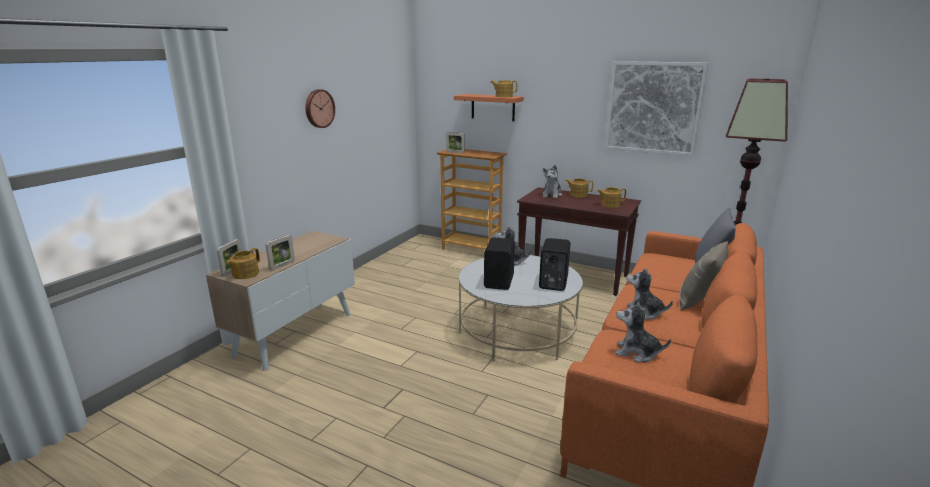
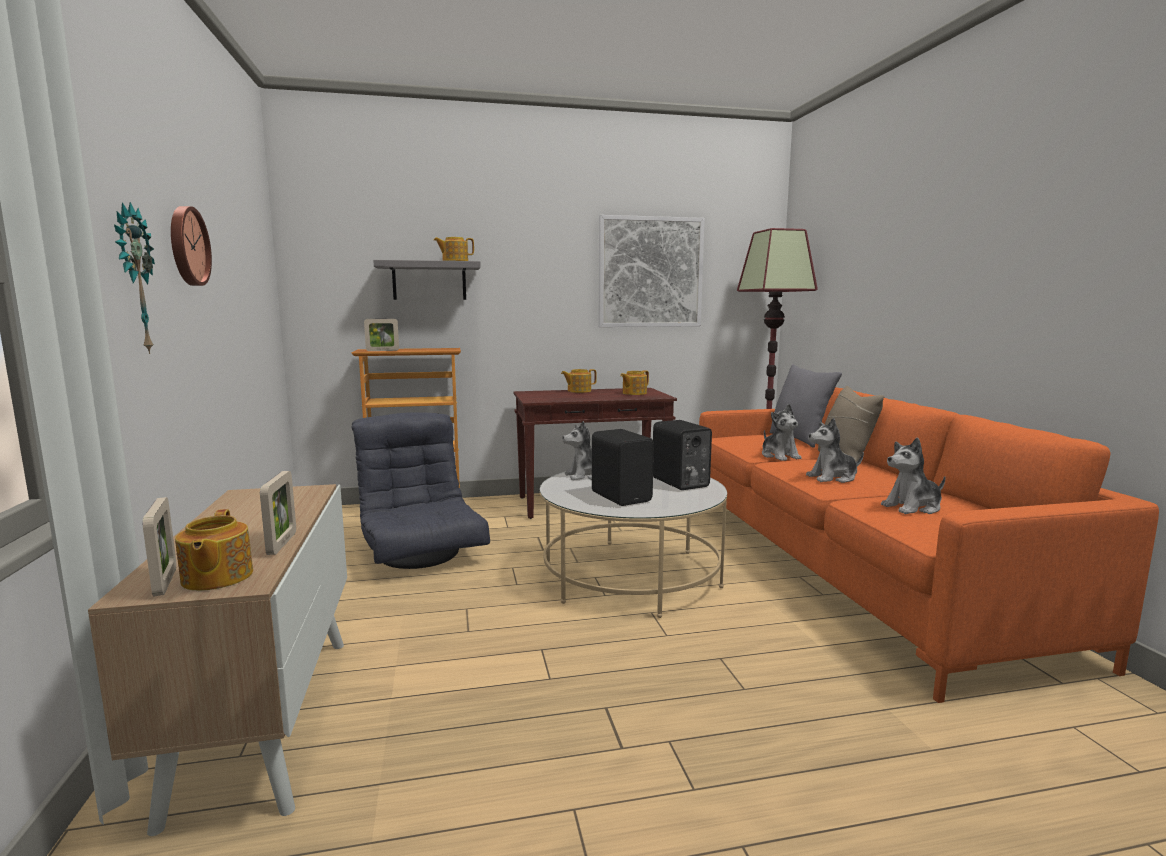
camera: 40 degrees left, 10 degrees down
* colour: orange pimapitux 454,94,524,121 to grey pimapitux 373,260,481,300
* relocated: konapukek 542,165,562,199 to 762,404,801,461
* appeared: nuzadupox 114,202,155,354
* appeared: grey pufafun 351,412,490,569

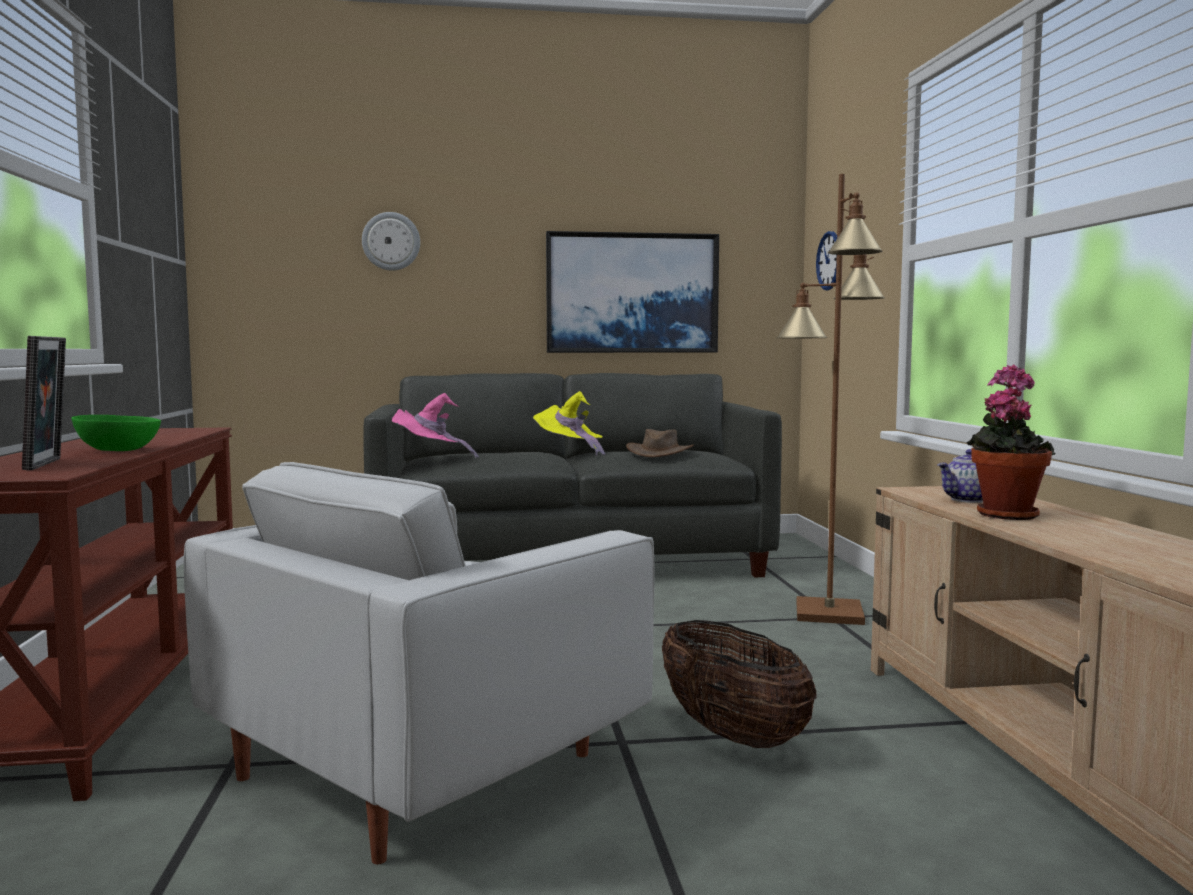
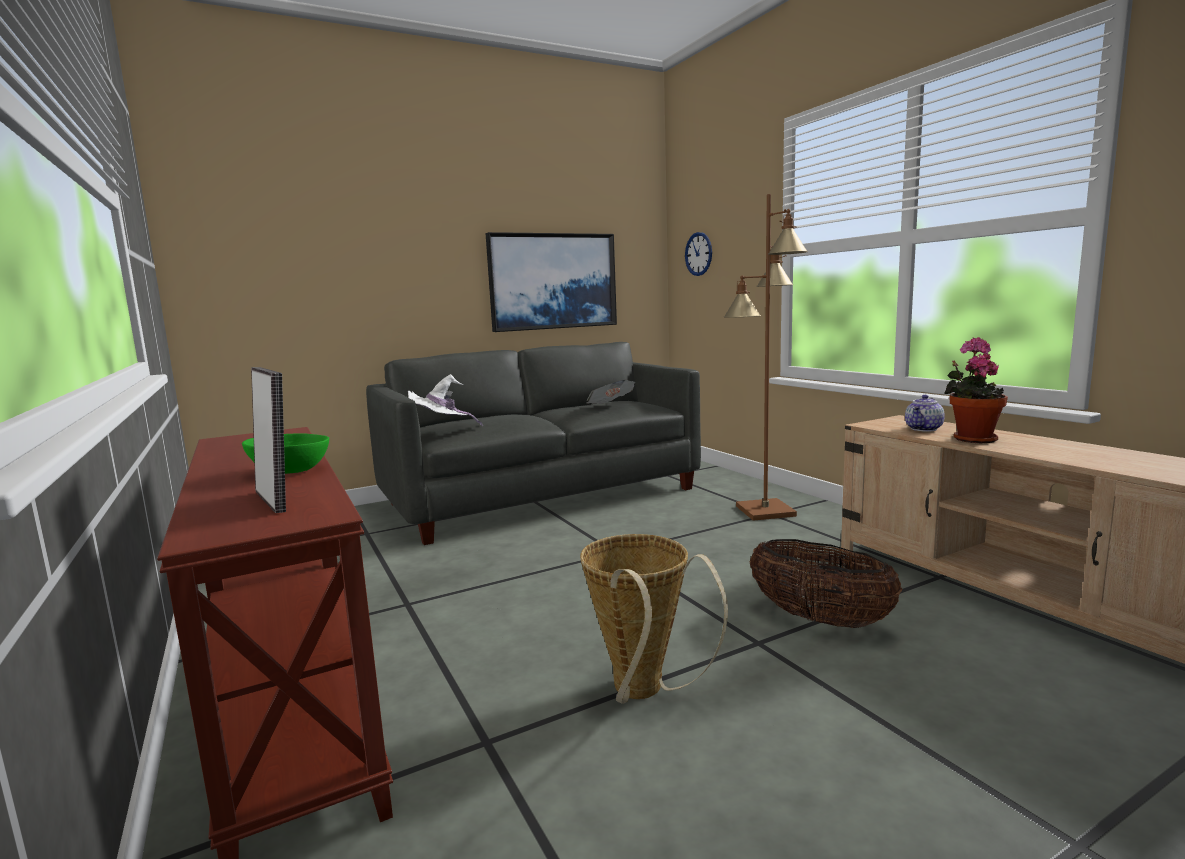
camera: 20 degrees left, 5 degrees up
* exchanged: white pufafun 183,462,655,864 to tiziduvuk 580,534,728,704
* missing: nuzadupox 362,212,420,271
* colour: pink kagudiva 392,393,479,458 to white kagudiva 408,374,483,426
* missing: yellow kagudiva 533,391,605,455
* exchanged: brown kagudiva 626,429,694,457 to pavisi 586,379,635,404

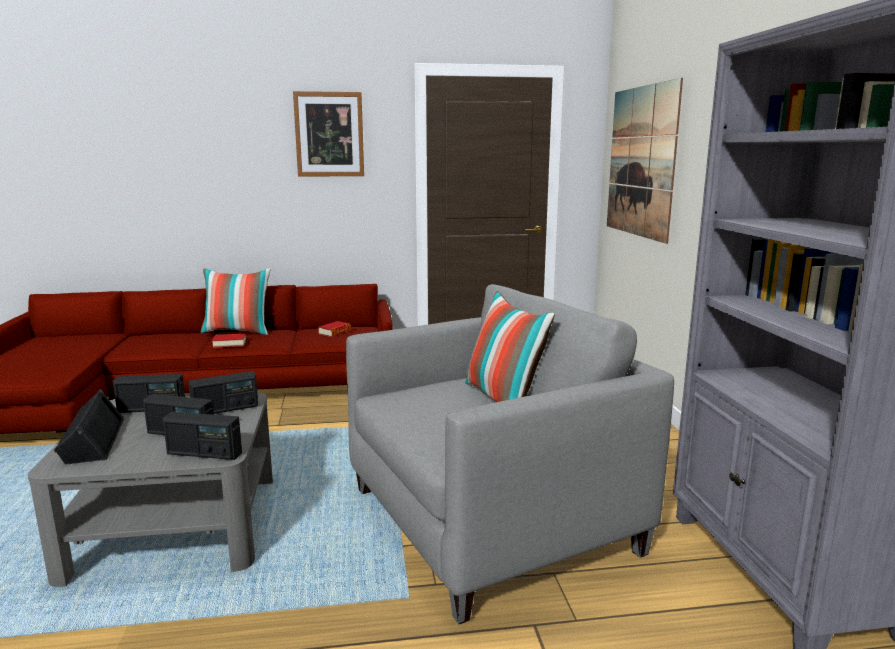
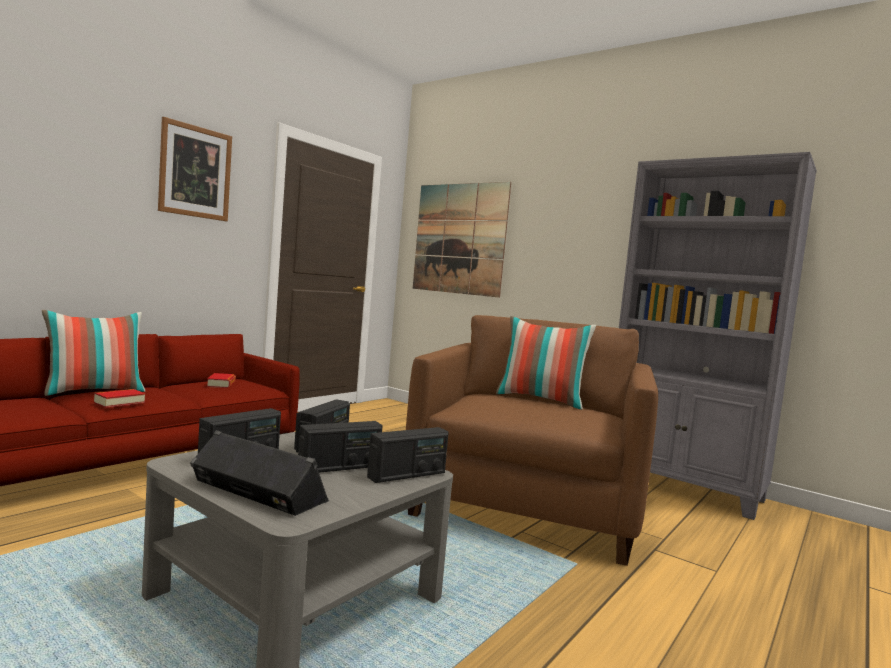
camera: 45 degrees left, 10 degrees down
* colour: grey pufafun 346,284,674,624 to brown pufafun 406,315,658,566

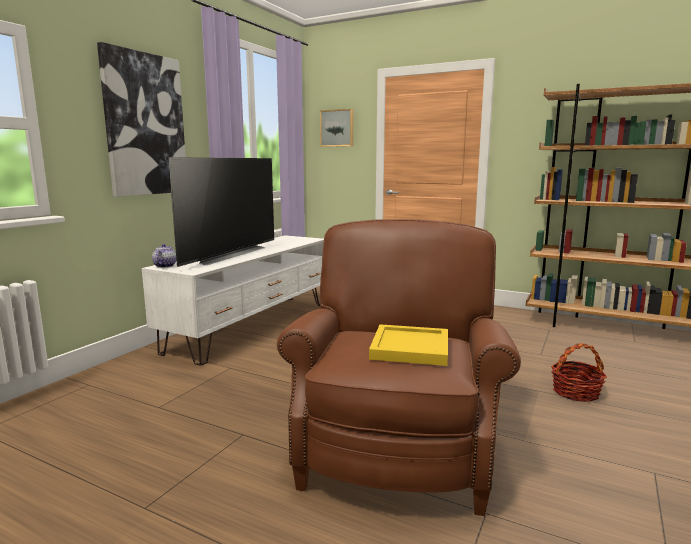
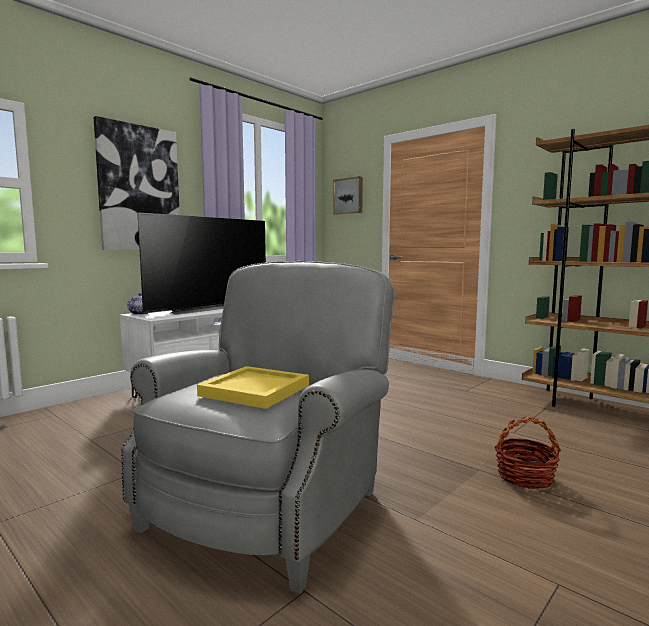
camera: 15 degrees right, 5 degrees down
* colour: brown pufafun 277,219,521,516 to grey pufafun 121,261,395,594

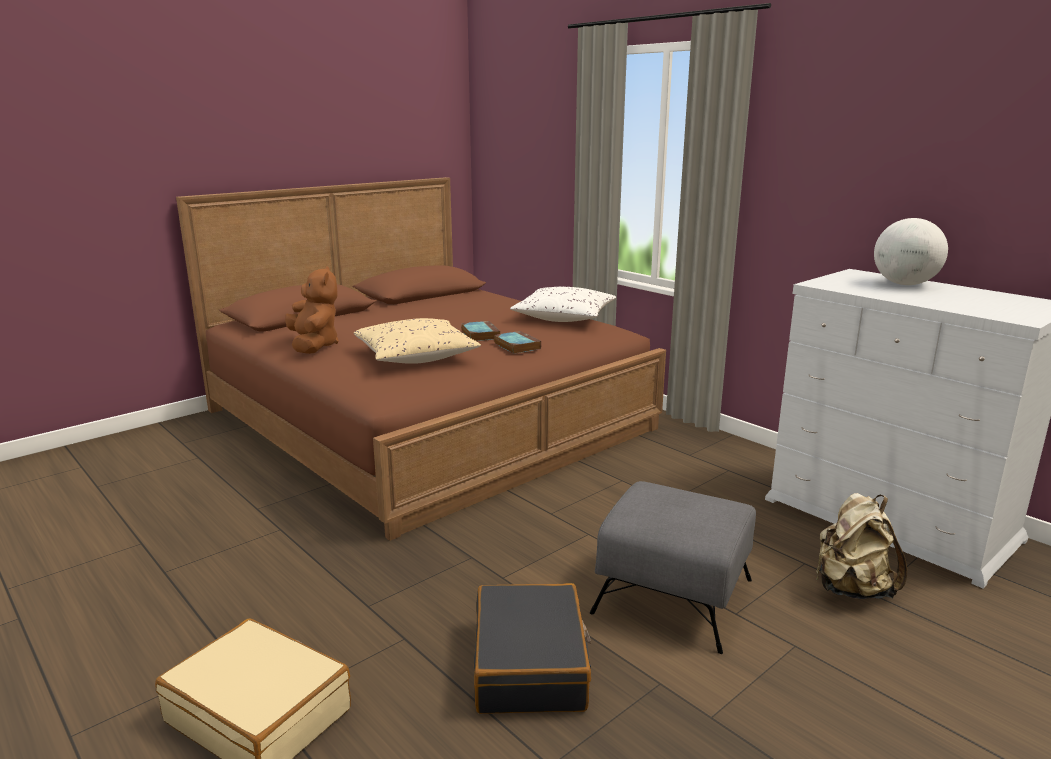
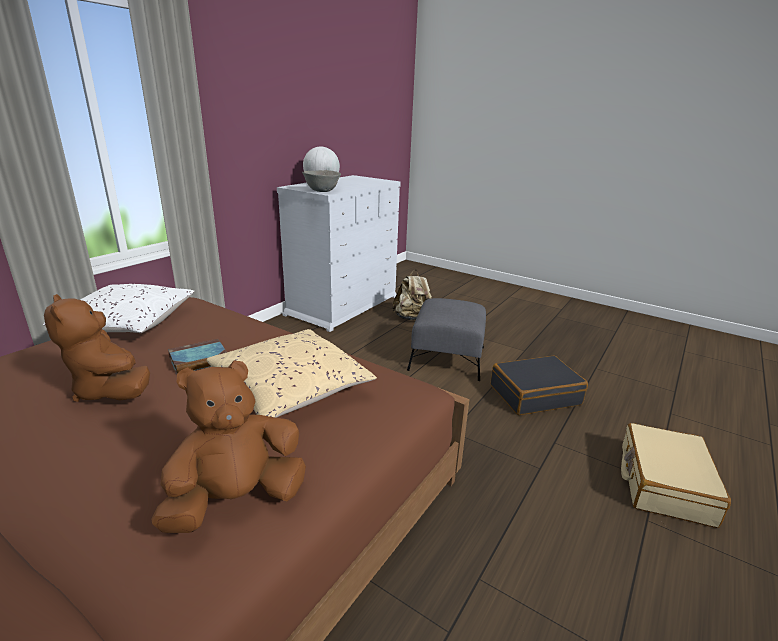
camera: 105 degrees left, 5 degrees up
* missing: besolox 494,331,541,354
* appeared: brown konapukek 44,294,150,402
* appeared: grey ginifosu 302,170,341,192

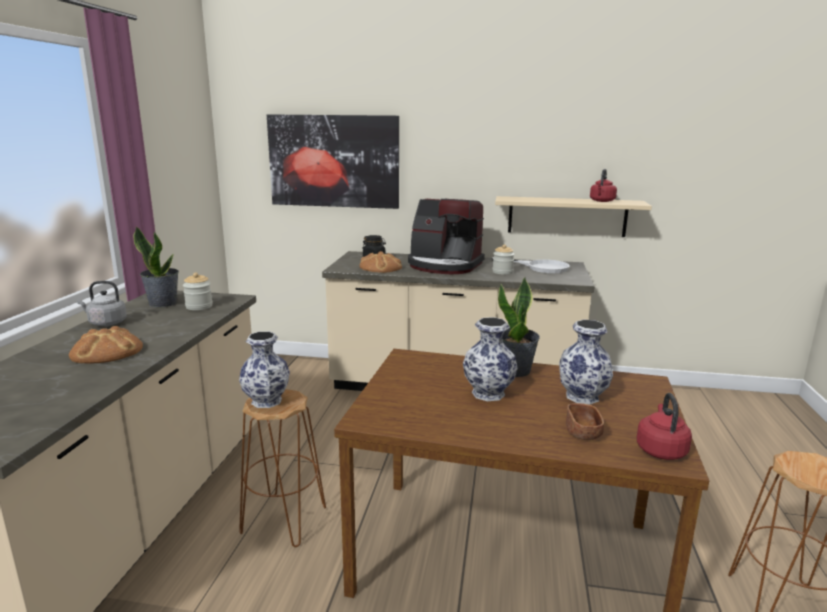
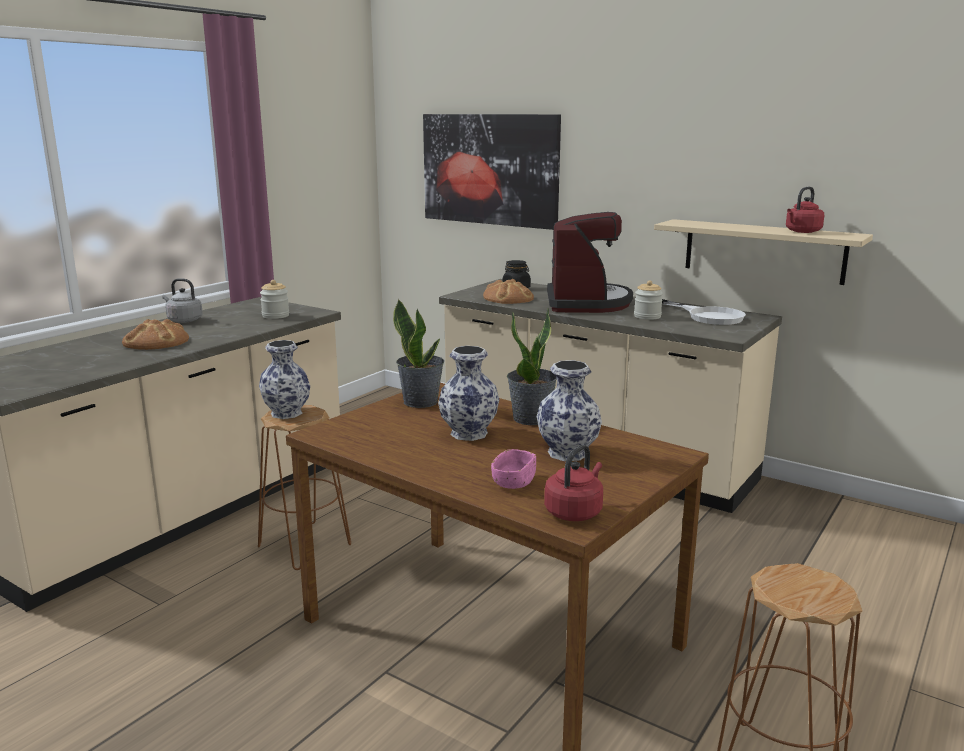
camera: 25 degrees right, 0 degrees up
* relocated: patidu 133,226,179,308 to 393,299,444,408
* spun: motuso 408,199,485,274 = 547,212,633,313 135 degrees counterclockwise
* colour: brown ginifosu 566,403,604,440 to pink ginifosu 491,449,536,489

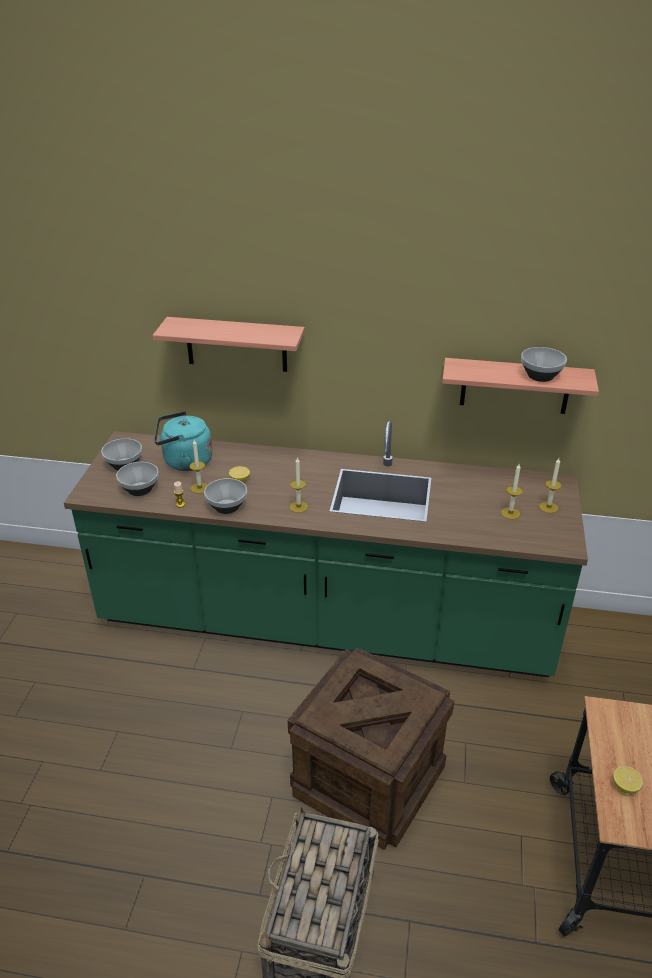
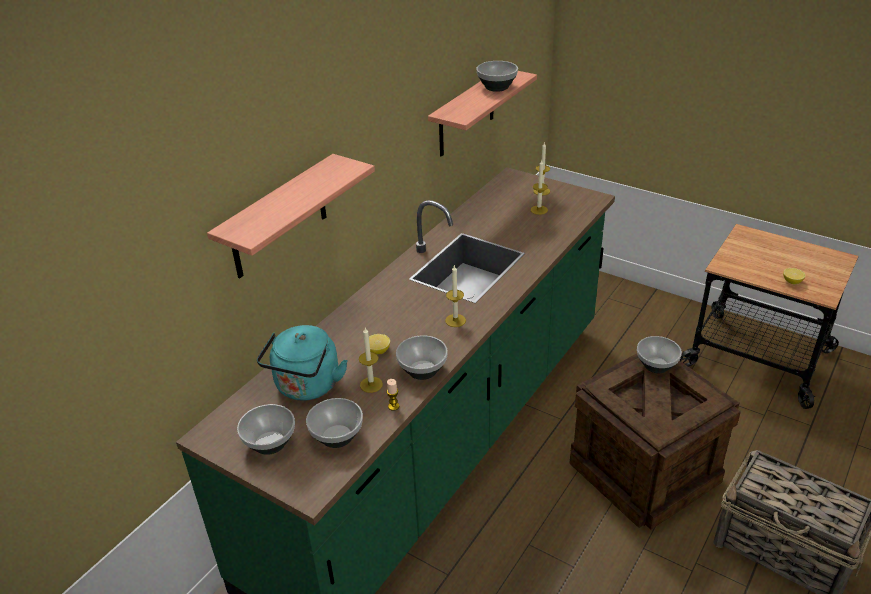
camera: 65 degrees left, 0 degrees up
* appeared: ginifosu 637,336,682,373

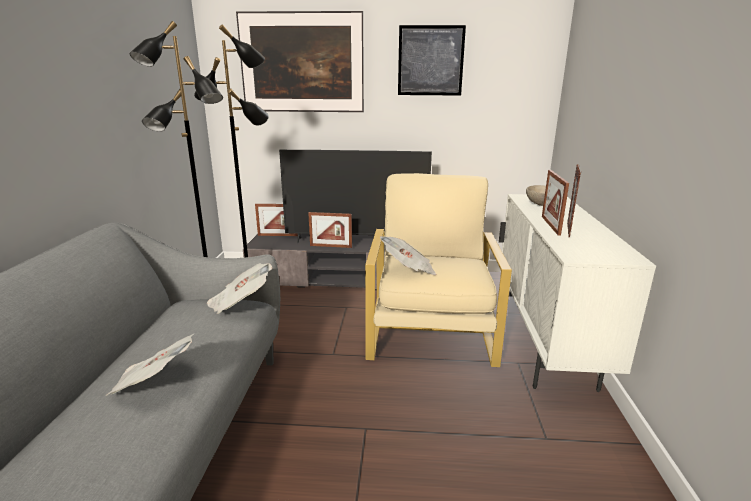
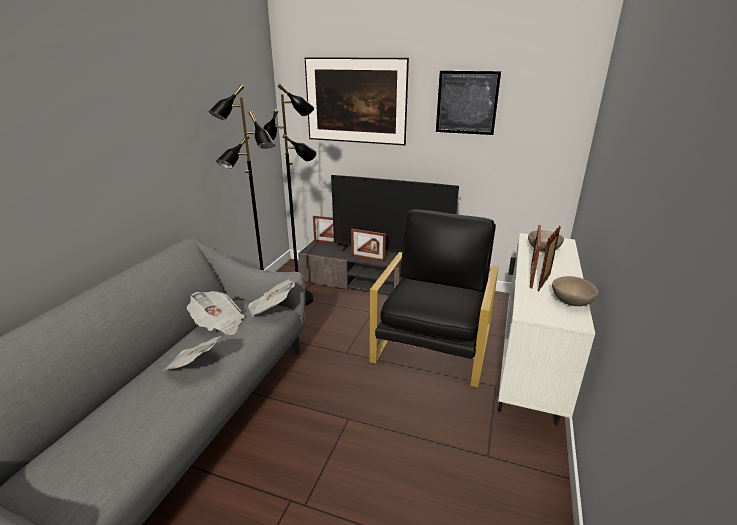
camera: 15 degrees right, 5 degrees up
* colour: beige pufafun 365,173,512,367 to black pufafun 370,209,499,387
* relocated: pavisi 380,236,436,275 to 187,291,245,335
* appeared: beige ginifosu 552,276,598,306

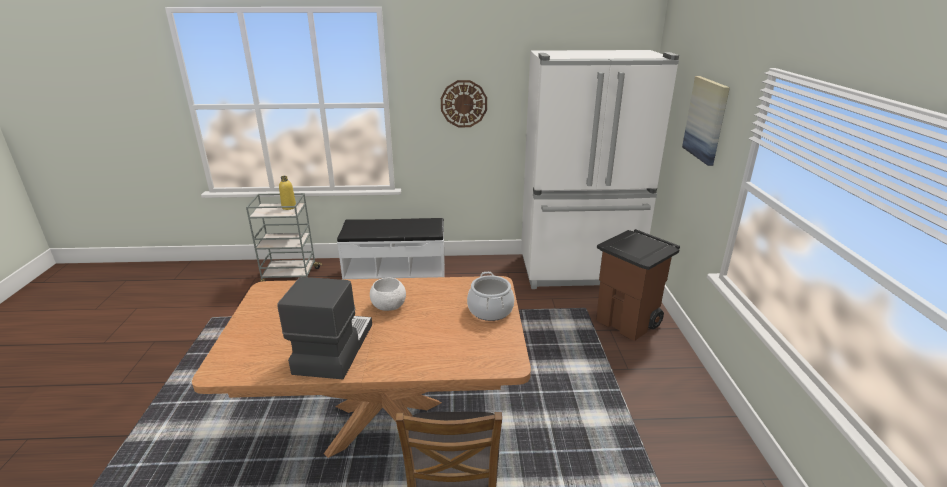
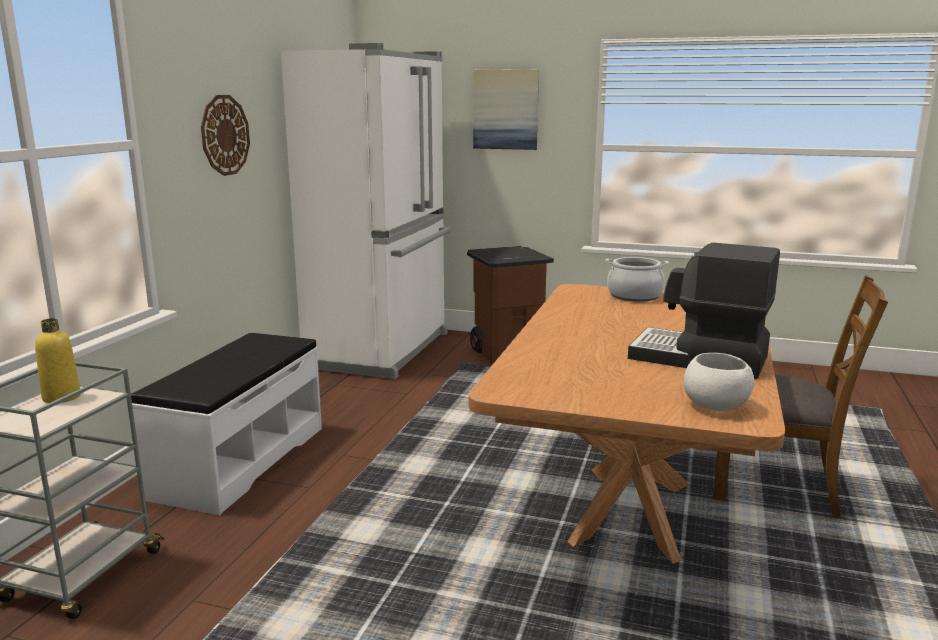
camera: 70 degrees left, 10 degrees down
* relocated: white ginifosu 370,278,406,311 to 683,353,754,411

